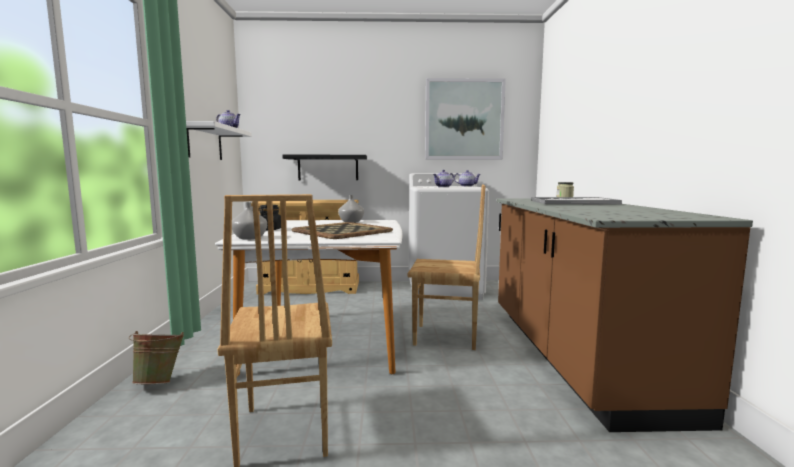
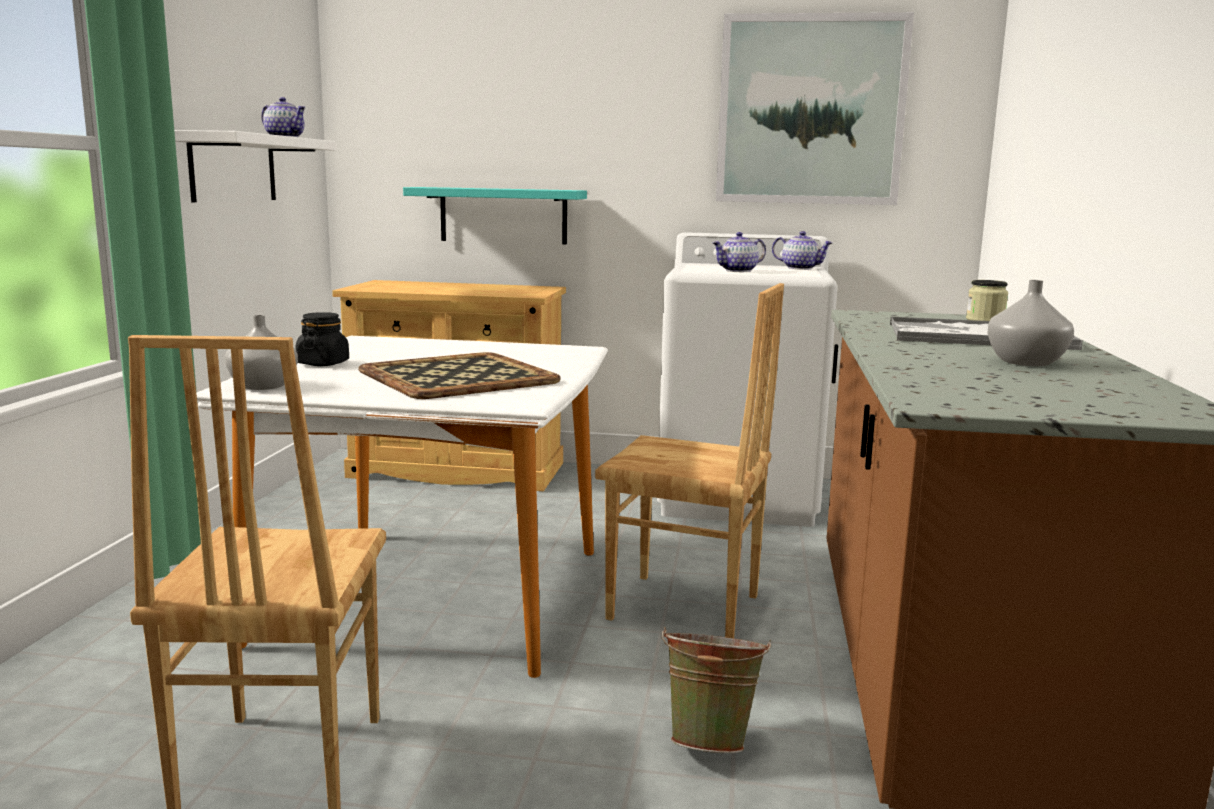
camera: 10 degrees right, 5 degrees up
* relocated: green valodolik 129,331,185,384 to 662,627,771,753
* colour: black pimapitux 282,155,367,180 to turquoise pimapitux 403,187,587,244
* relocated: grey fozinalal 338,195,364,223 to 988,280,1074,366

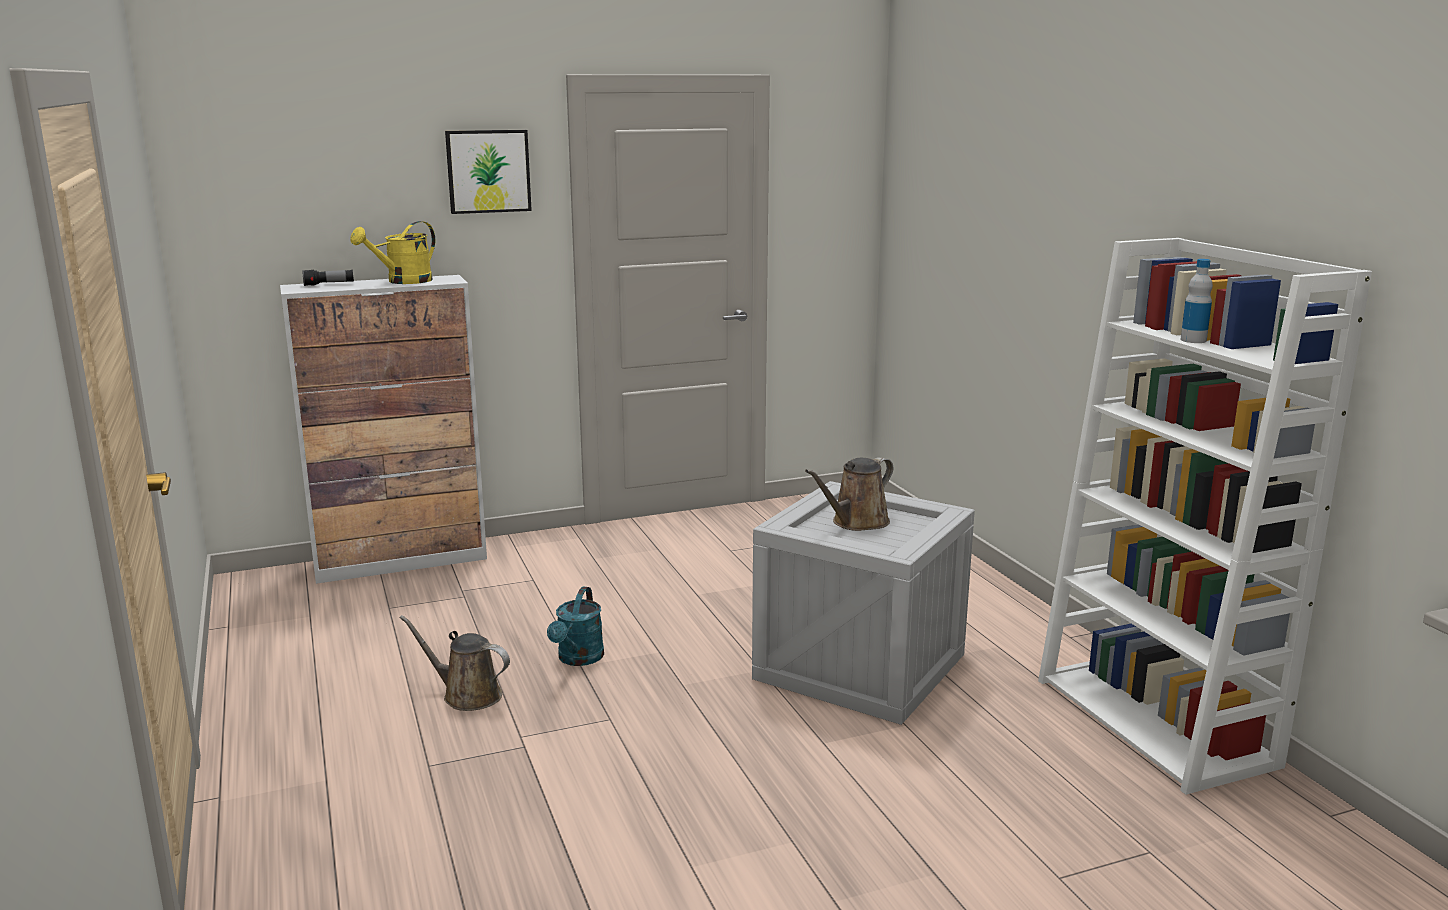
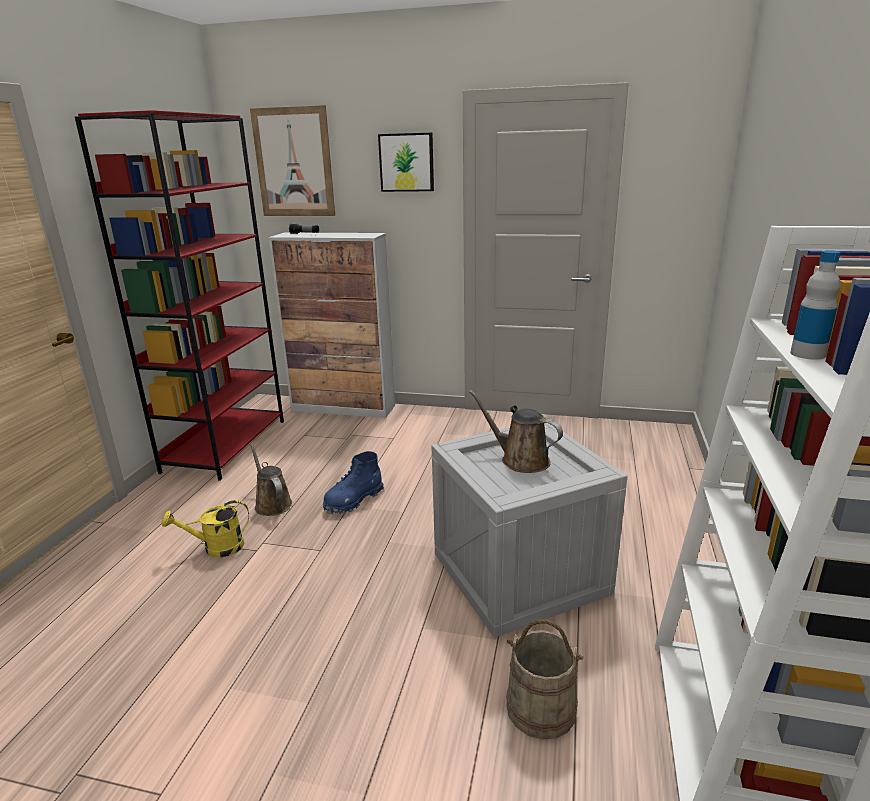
camera: 35 degrees right, 5 degrees up
* relocated: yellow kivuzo 350,221,435,284 to 161,500,249,557
* exchanged: turquoise kivuzo 547,586,604,666 to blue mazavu 323,451,384,515
* spun: brown kivuzo 805,457,893,531 = 469,390,563,473 45 degrees clockwise
* appeared: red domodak 75,110,284,481
* appeared: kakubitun 250,105,335,216
* appeared: beige valodolik 506,619,584,740

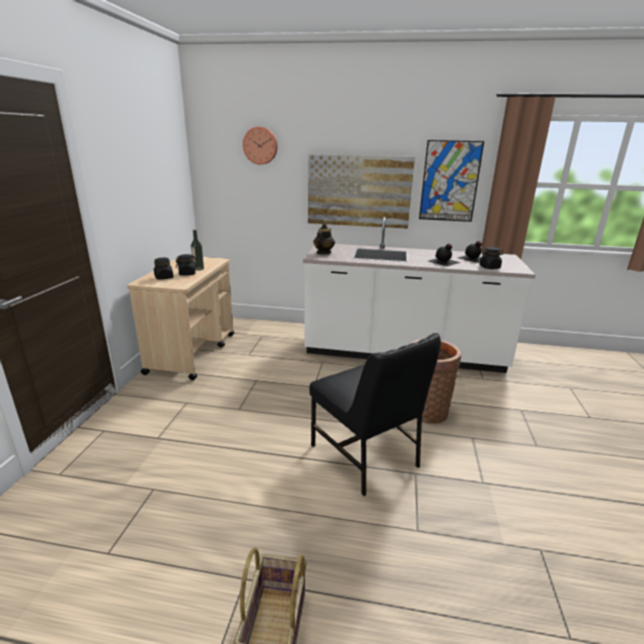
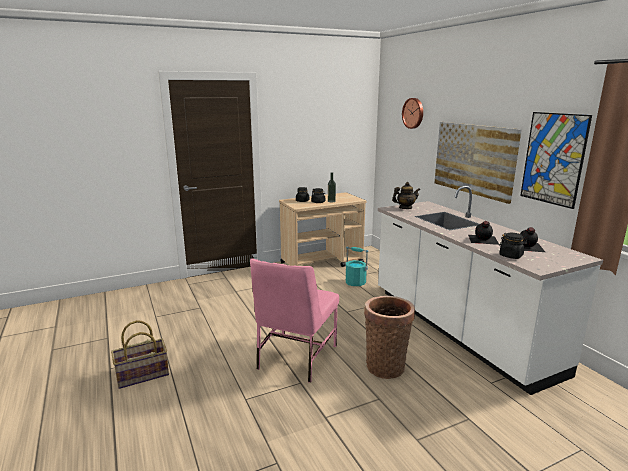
camera: 55 degrees right, 5 degrees down
* colour: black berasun 309,333,441,496 to pink berasun 250,259,339,383
* appeared: turquoise valodolik 345,246,368,286

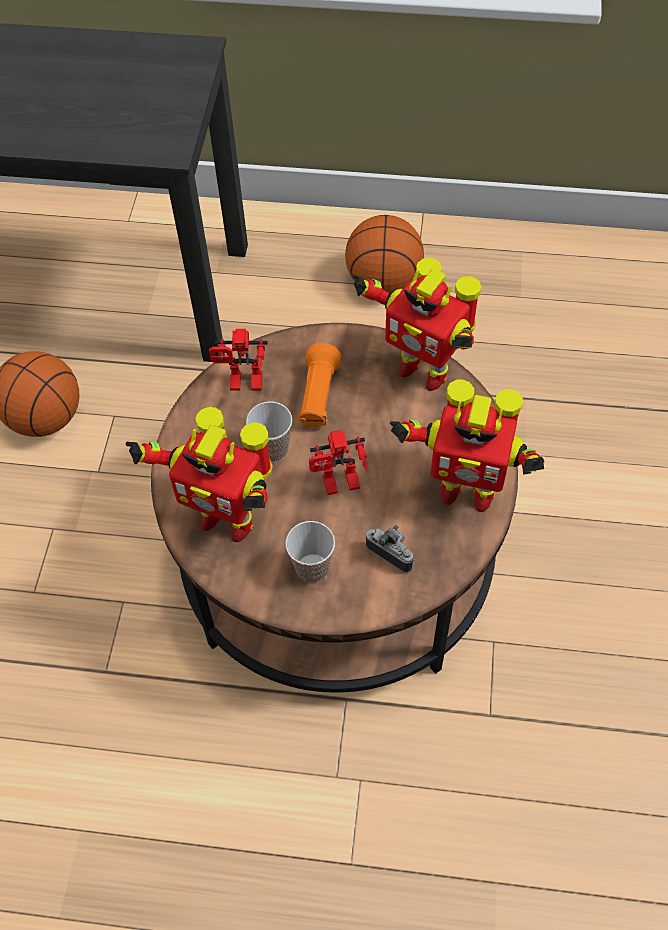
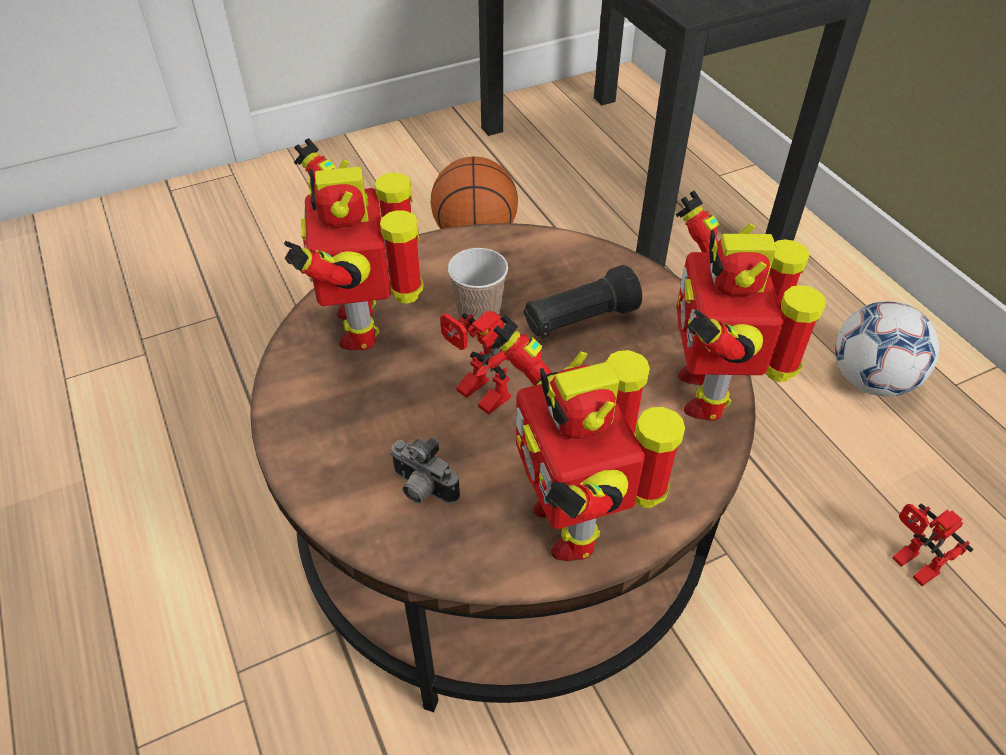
camera: 55 degrees right, 10 degrees down
* relocated: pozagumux 209,329,268,391 to 892,503,974,586
* missing: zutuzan 285,521,335,583
* colour: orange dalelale 299,343,341,427 to black dalelale 524,265,642,339
* exchanged: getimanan 345,215,424,293 to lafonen 835,301,939,396
* spun: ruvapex 366,525,415,573 = 390,437,460,504 120 degrees clockwise

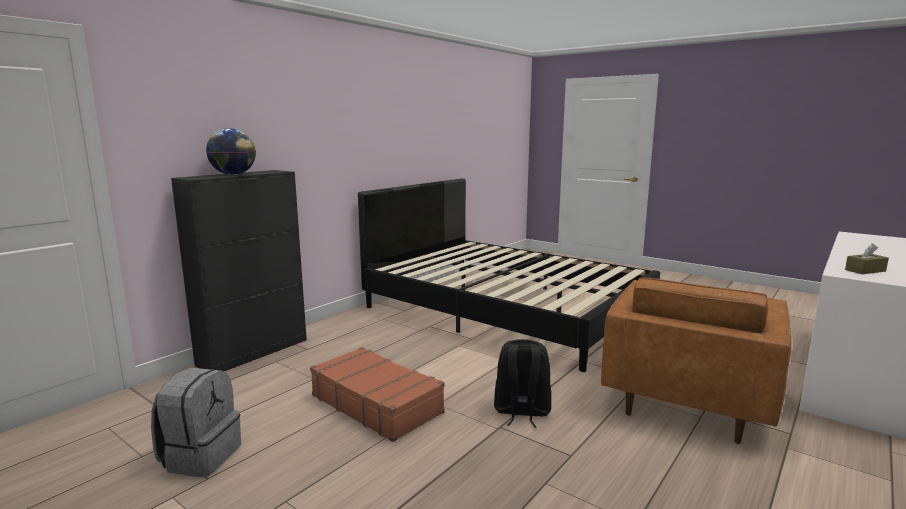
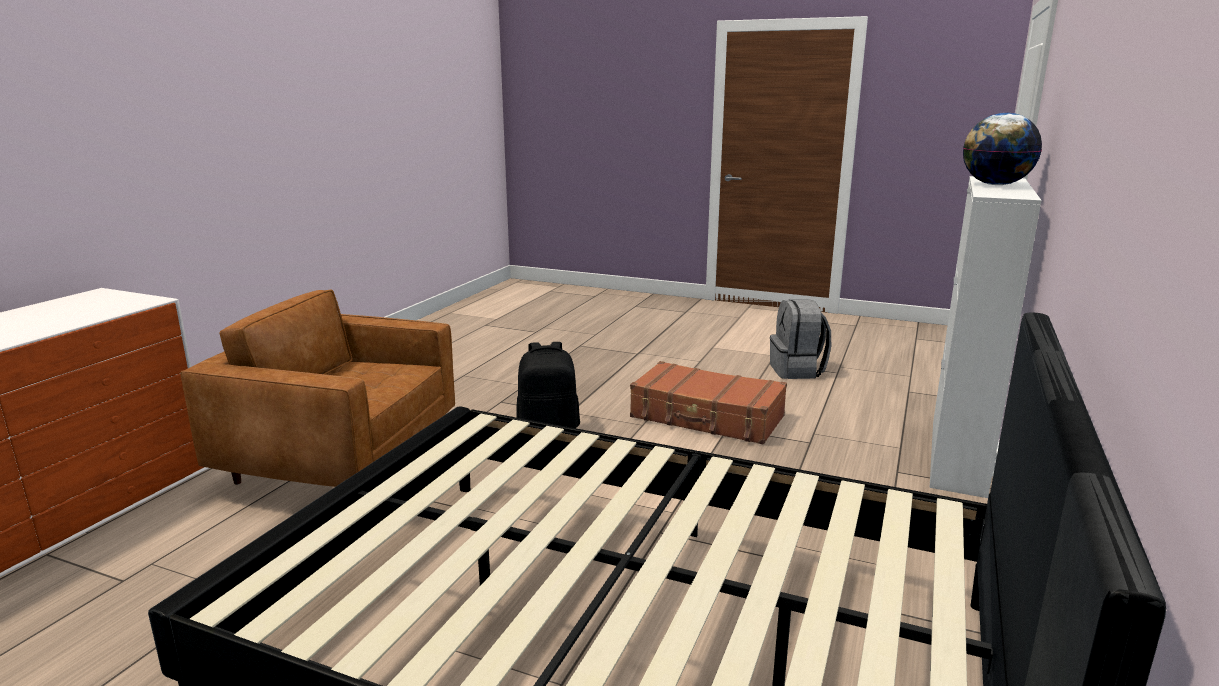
camera: 165 degrees right, 5 degrees up
* colour: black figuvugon 171,170,307,371 to white figuvugon 929,176,1042,498
* spun: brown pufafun 601,277,791,444 = 180,289,455,487 90 degrees counterclockwise
* missing: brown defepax 845,243,889,274

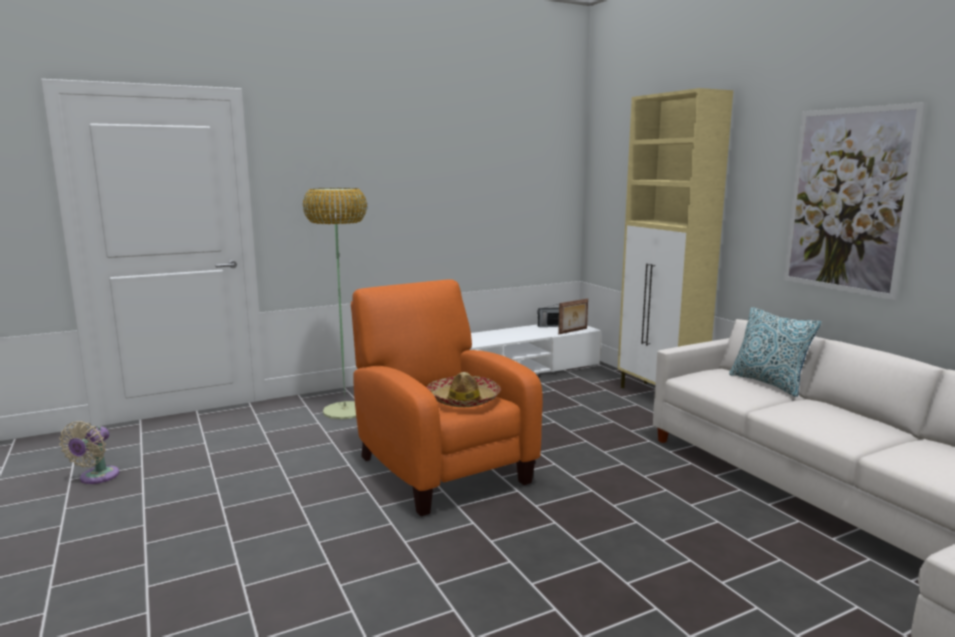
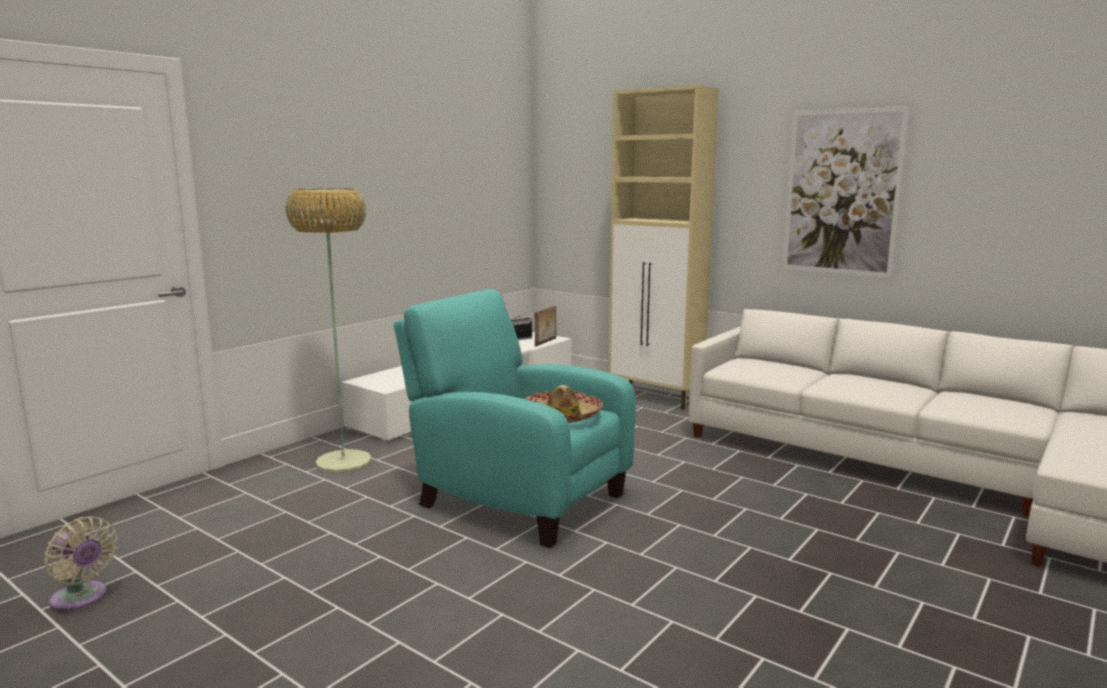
camera: 25 degrees left, 0 degrees up
* spun: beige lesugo 59,421,119,484 = 44,517,118,611 45 degrees counterclockwise
* colour: orange pufafun 351,279,543,516 to turquoise pufafun 394,289,636,548
* missing: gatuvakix 729,307,821,397

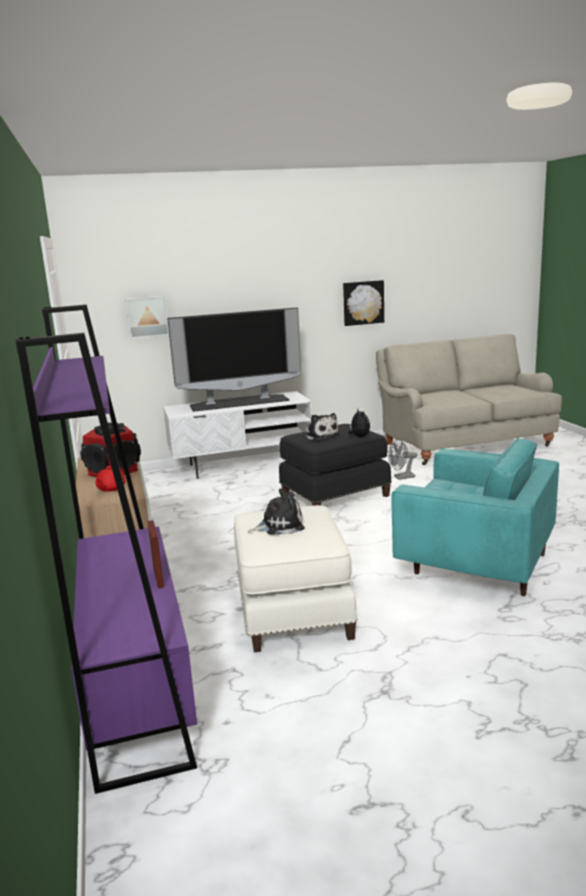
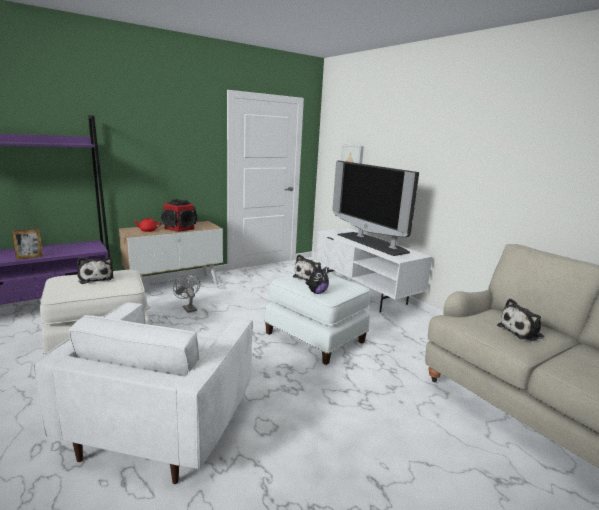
camera: 70 degrees right, 0 degrees up
* colour: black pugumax 279,424,391,506 to white pugumax 265,273,370,365
* missing: kakubitun 343,280,384,326
* relocated: grey lesugo 388,439,417,480 to 173,275,200,313
* colour: turquoise pufafun 391,438,559,596 to white pufafun 33,302,253,484
* appeared: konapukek 497,299,544,341

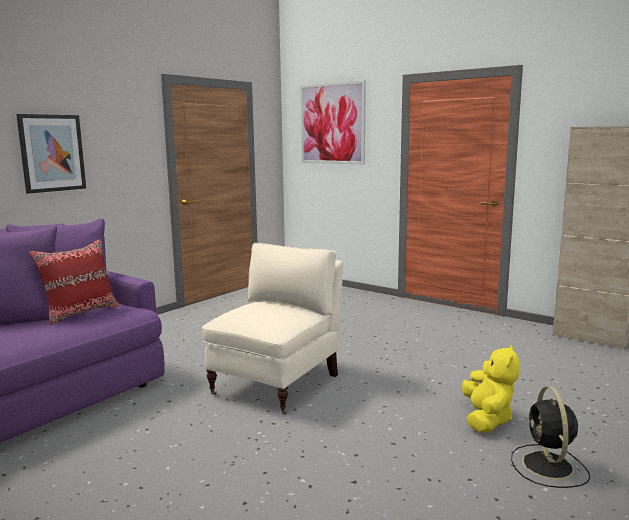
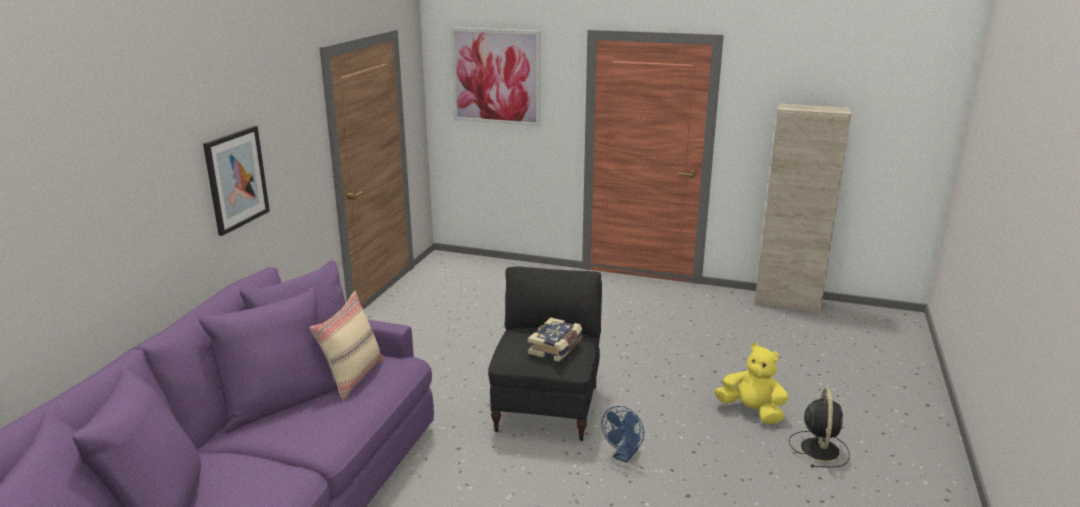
camera: 20 degrees left, 10 degrees up
* colour: red gatuvakix 29,239,120,325 to beige gatuvakix 309,291,385,401
* colour: beige pufafun 202,243,343,414 to black pufafun 488,266,602,441
* spun: yellow konapukek 462,345,519,433 = 715,343,789,424 45 degrees counterclockwise
* spun: black lesugo 511,386,590,488 = 789,388,850,468 150 degrees counterclockwise
* appeared: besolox 528,317,582,362
* appeared: blue lesugo 602,406,644,463

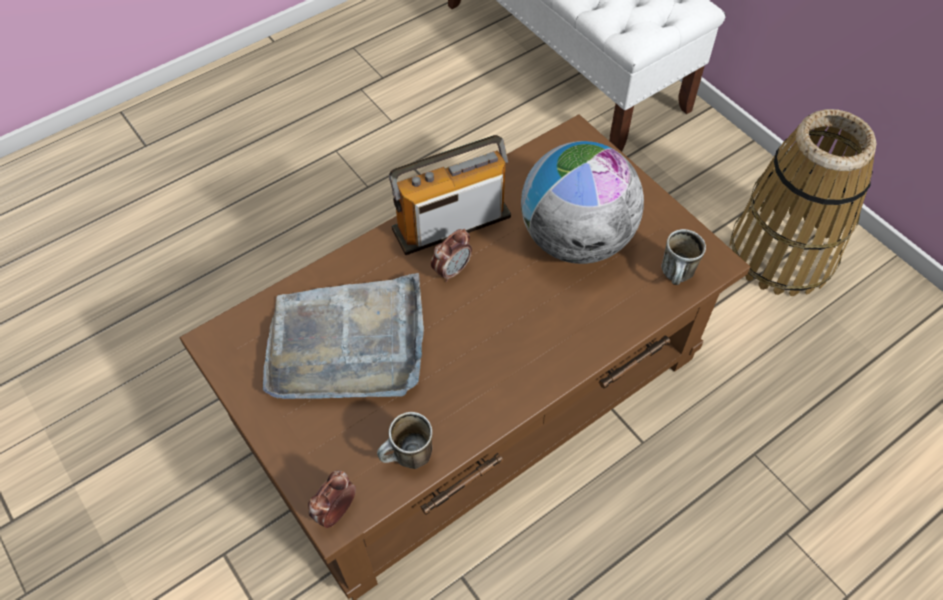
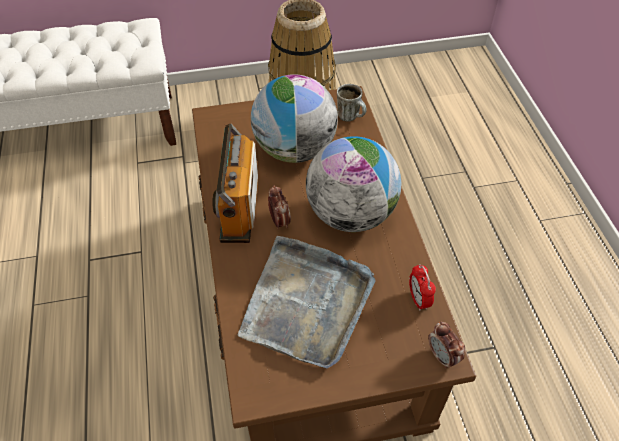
camera: 65 degrees left, 5 degrees down
* exchanged: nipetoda 377,412,433,469 to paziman 409,264,436,311
* appeared: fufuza 306,136,401,232

